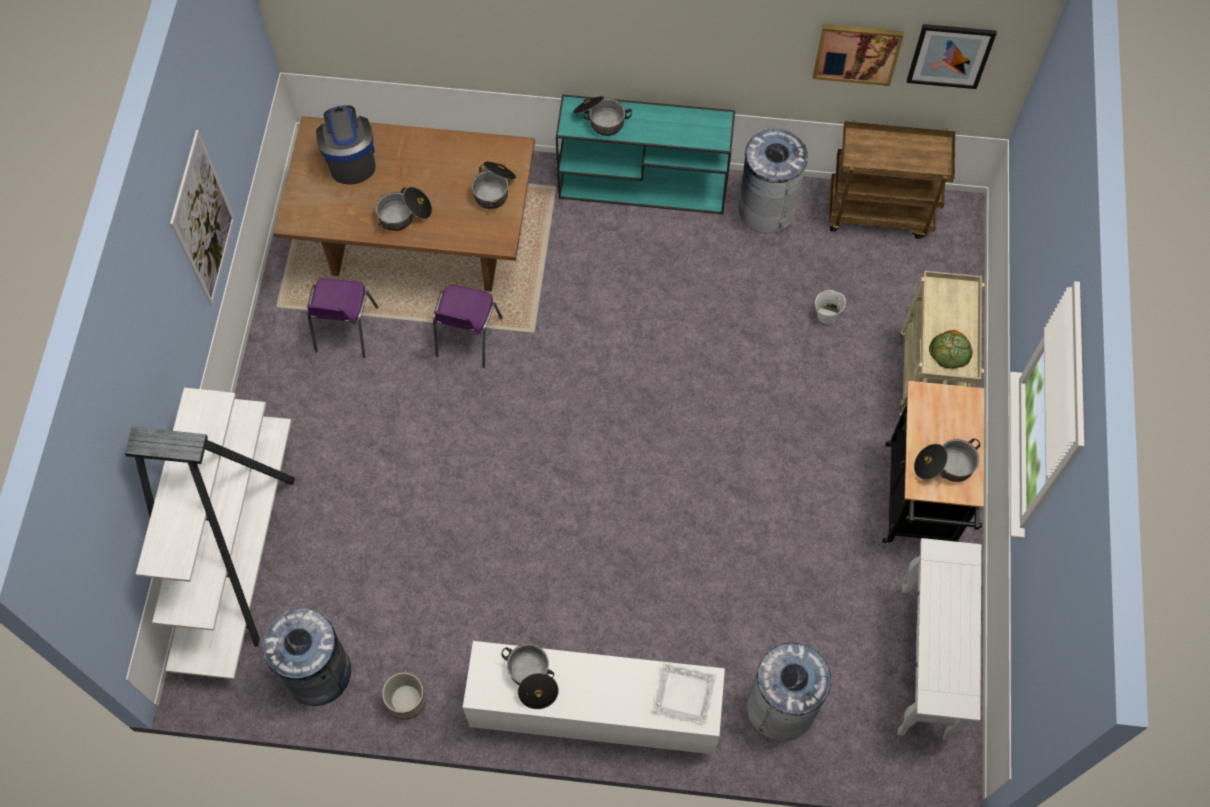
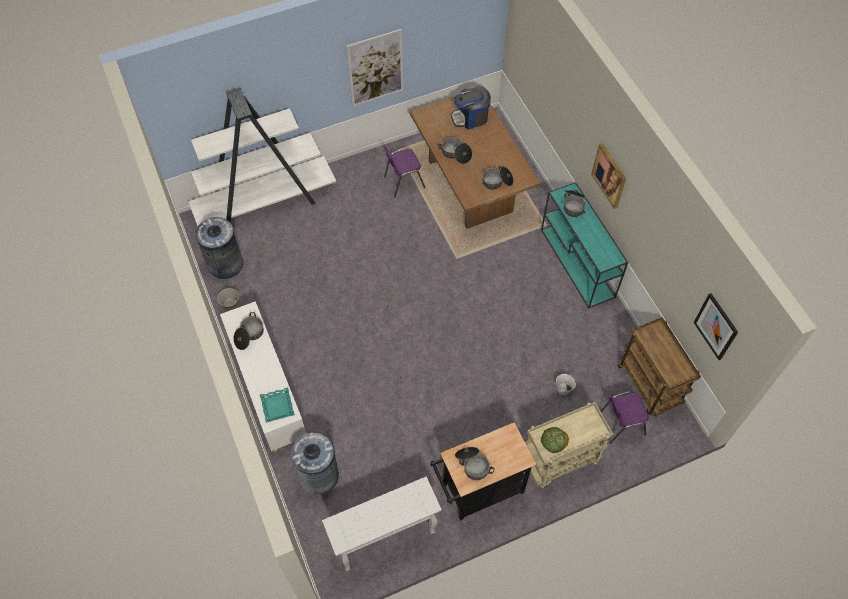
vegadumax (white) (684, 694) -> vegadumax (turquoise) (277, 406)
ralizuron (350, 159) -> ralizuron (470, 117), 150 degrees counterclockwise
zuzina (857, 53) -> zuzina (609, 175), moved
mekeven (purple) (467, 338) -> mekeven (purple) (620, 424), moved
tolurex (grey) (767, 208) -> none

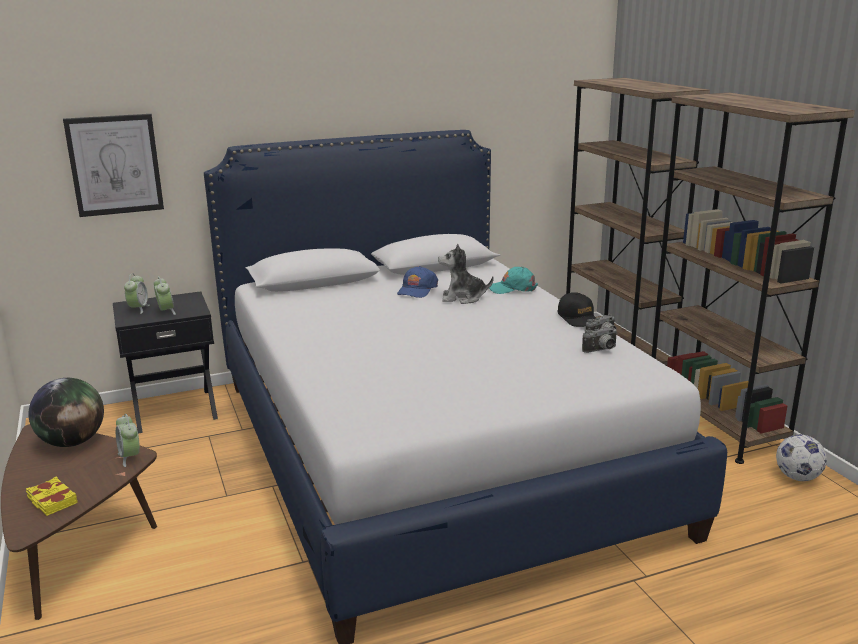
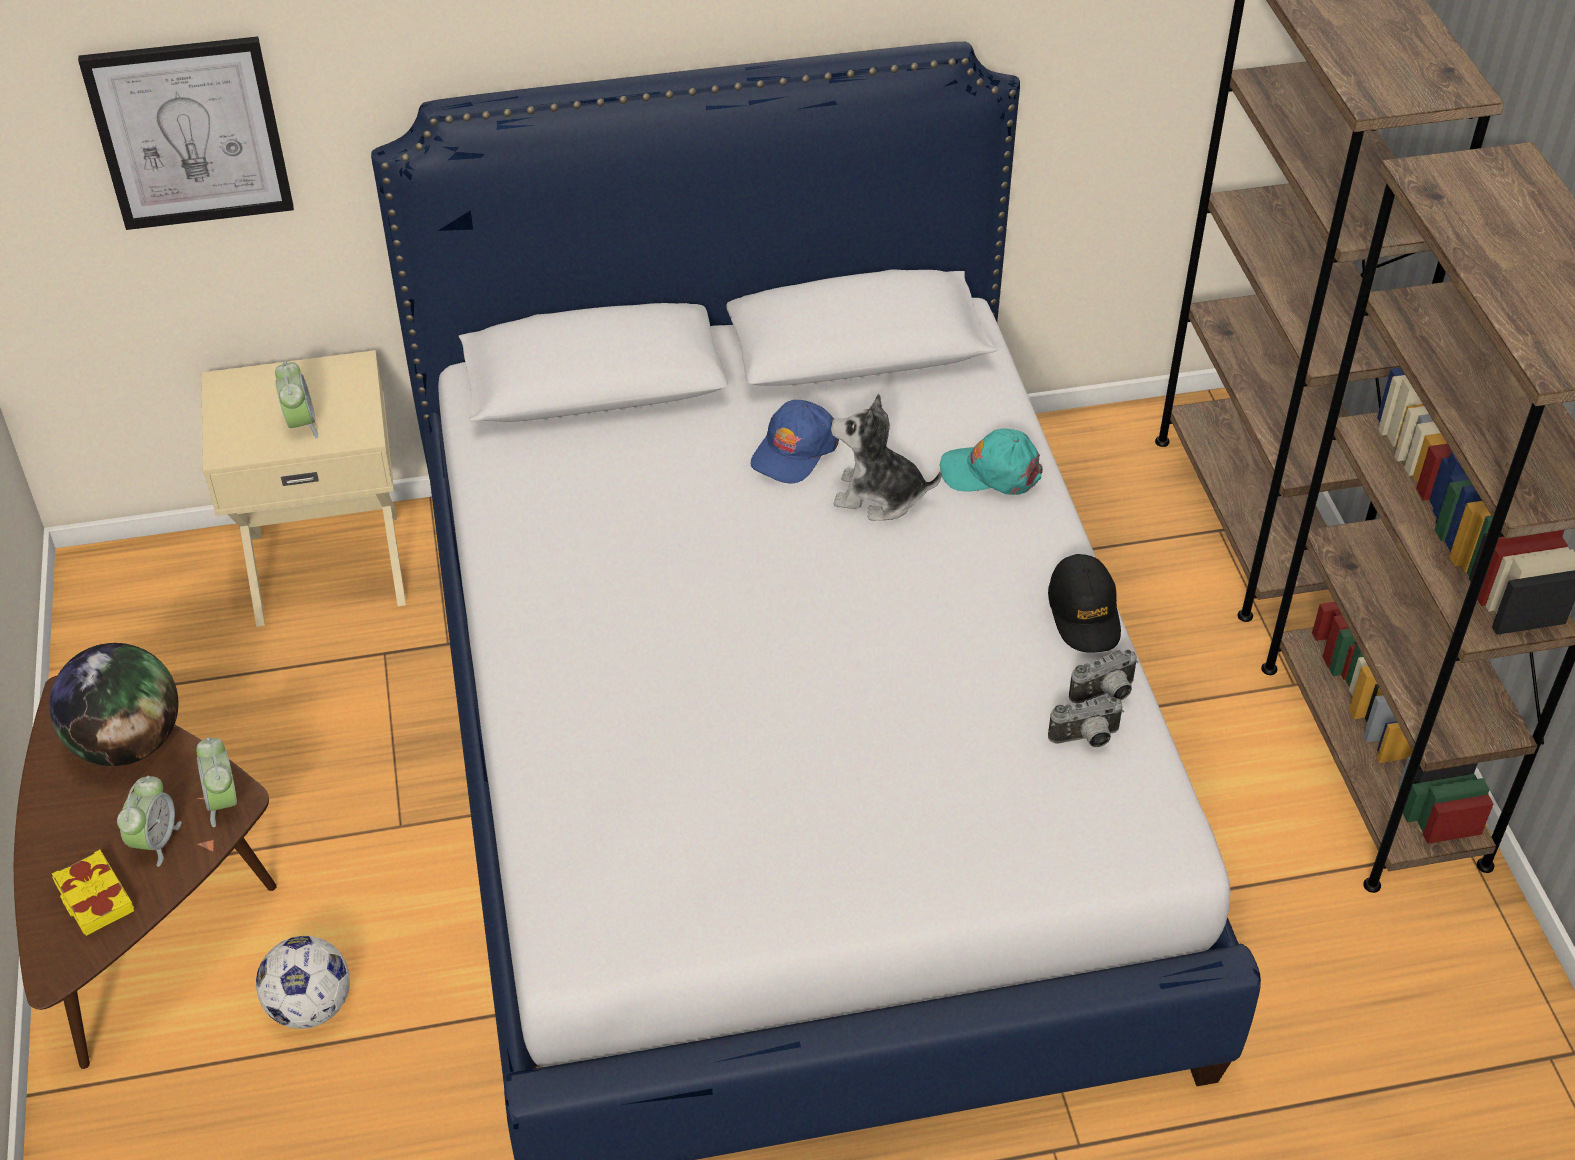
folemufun (138, 309) -> folemufun (155, 841), moved
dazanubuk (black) (174, 410) -> dazanubuk (beige) (327, 564)
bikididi (797, 477) -> bikididi (311, 1006), moved

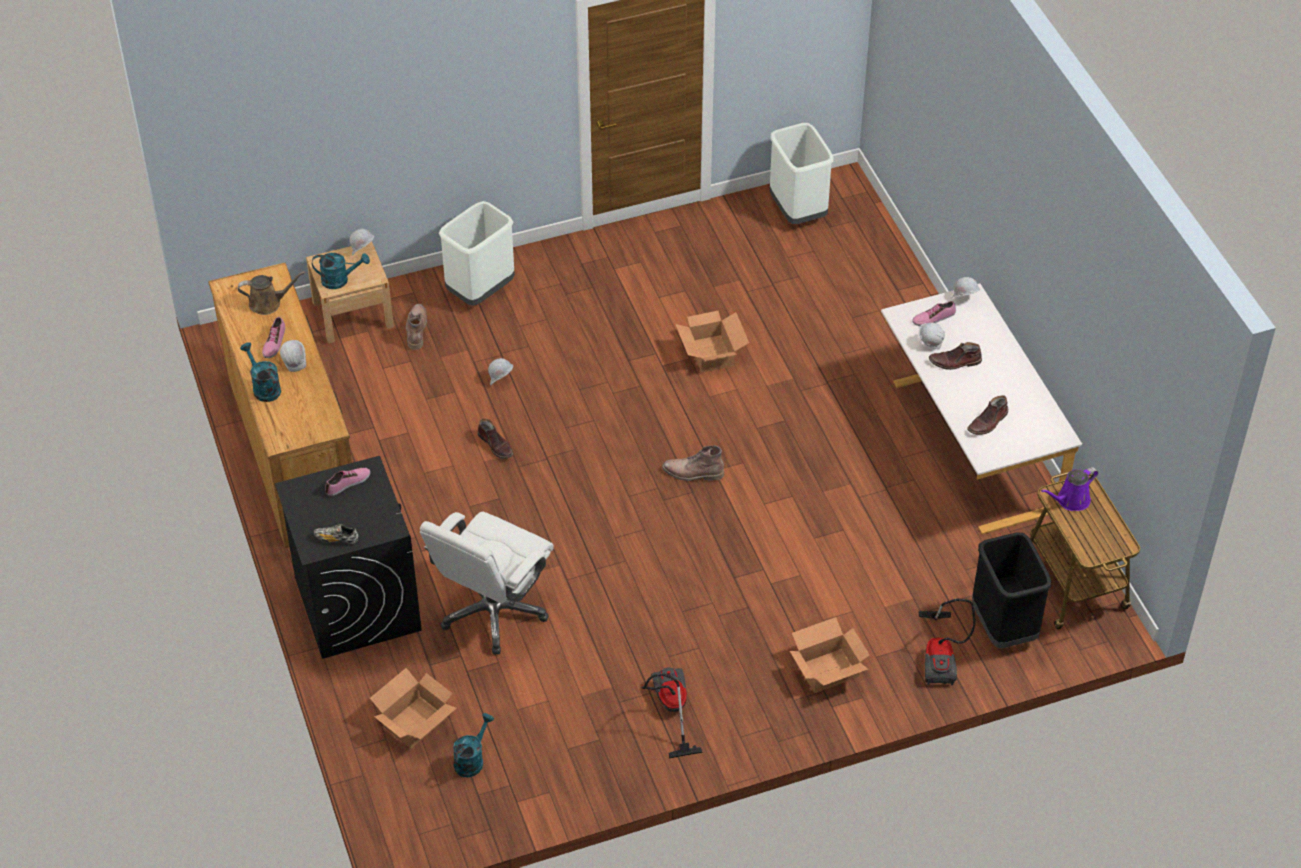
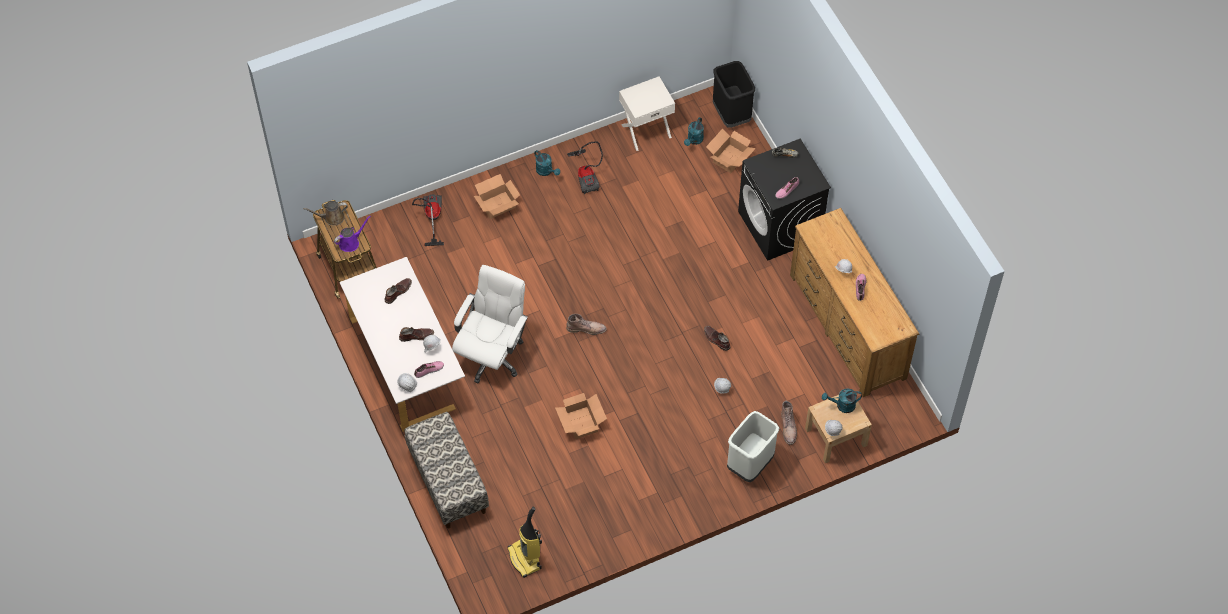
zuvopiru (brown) (268, 303) -> zuvopiru (brown) (332, 218), moved
none -> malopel (447, 481)
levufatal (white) (493, 611) -> levufatal (white) (492, 355), moved
tolurex (white) (797, 211) -> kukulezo (525, 558)
zuvopiru (turquoise) (264, 387) -> zuvopiru (turquoise) (546, 171), moved
none -> dazanubuk (white) (646, 130)
tolurex (black) (1002, 626) -> tolurex (black) (731, 115), moved

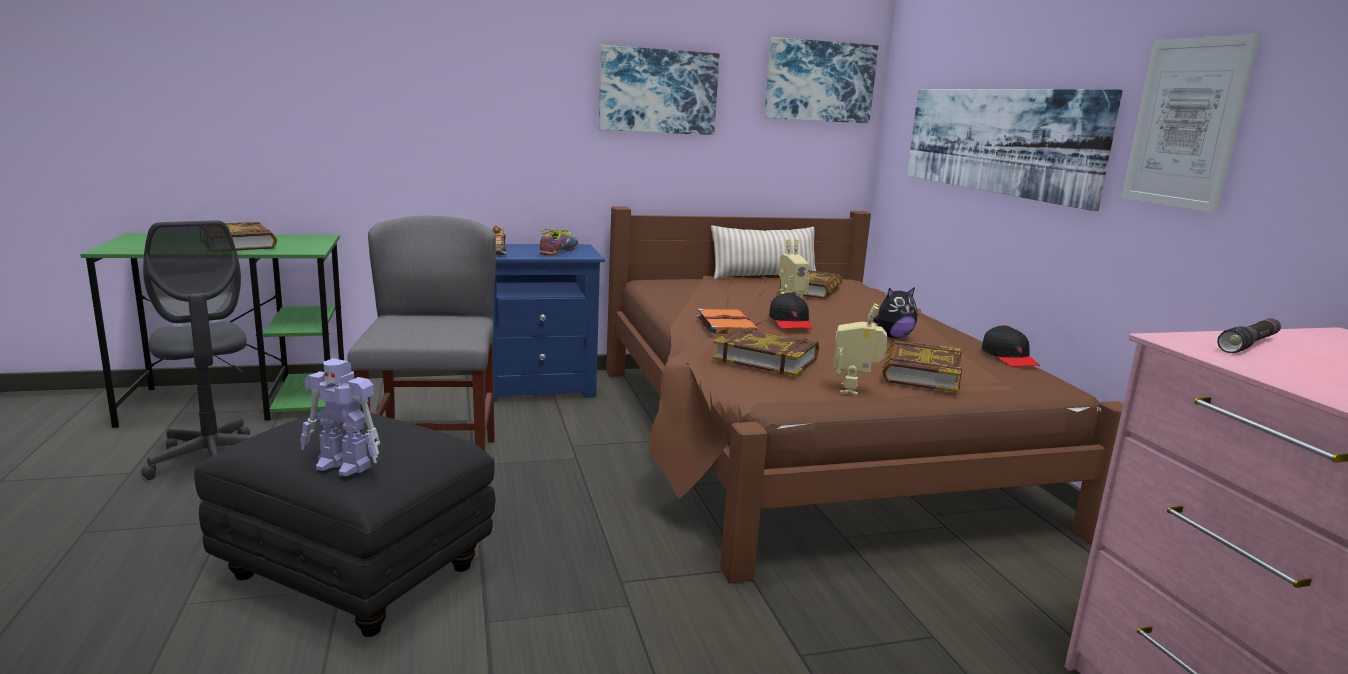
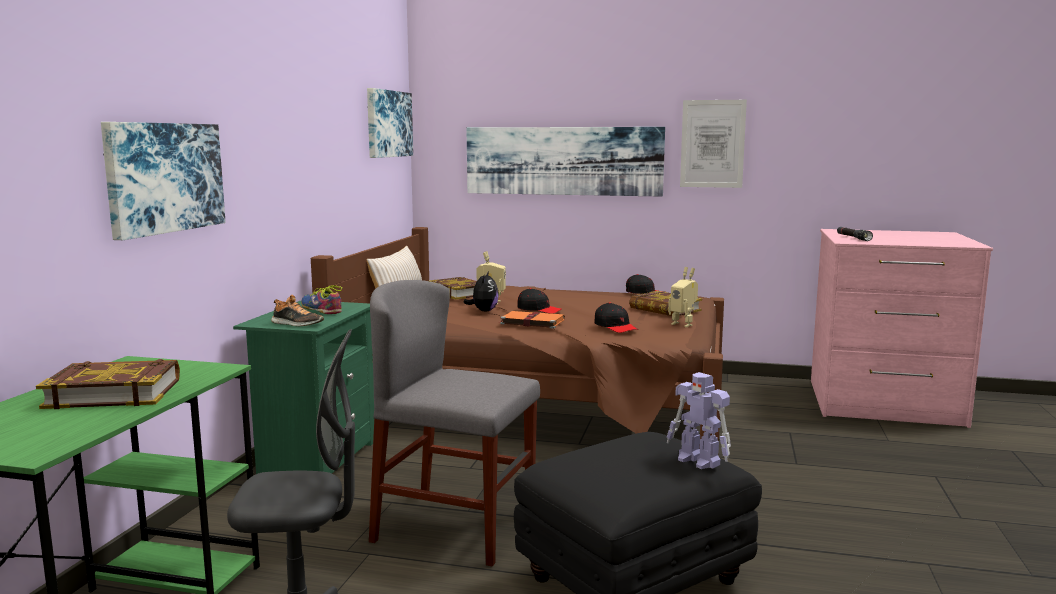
zuzina (658, 91) -> zuzina (164, 177), moved
dazanubuk (blue) (538, 386) -> dazanubuk (green) (316, 458)
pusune (892, 337) -> pusune (483, 311), moved
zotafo (766, 358) -> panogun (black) (615, 327)
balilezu (344, 466) -> balilezu (699, 461), 90 degrees clockwise

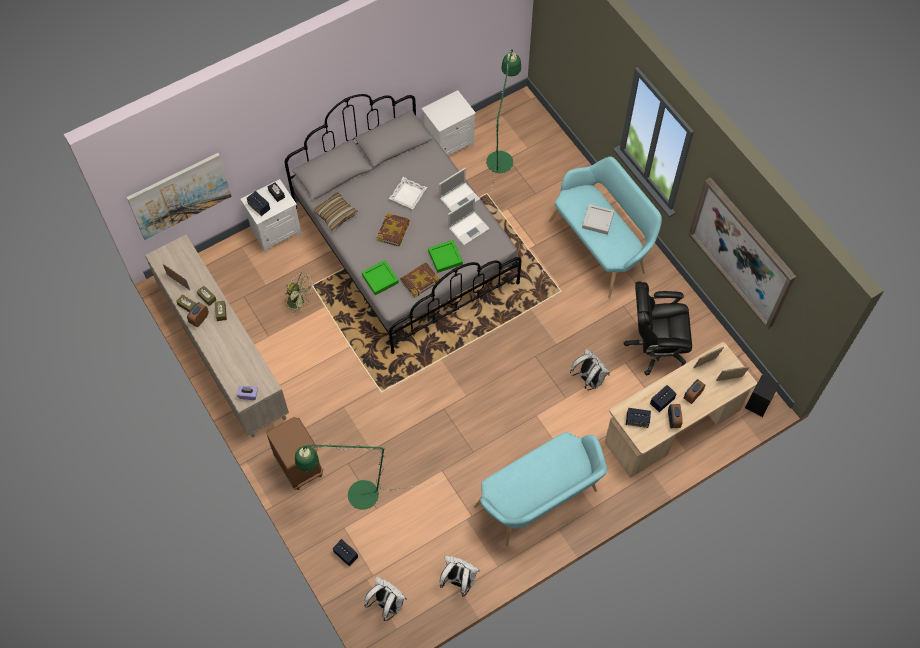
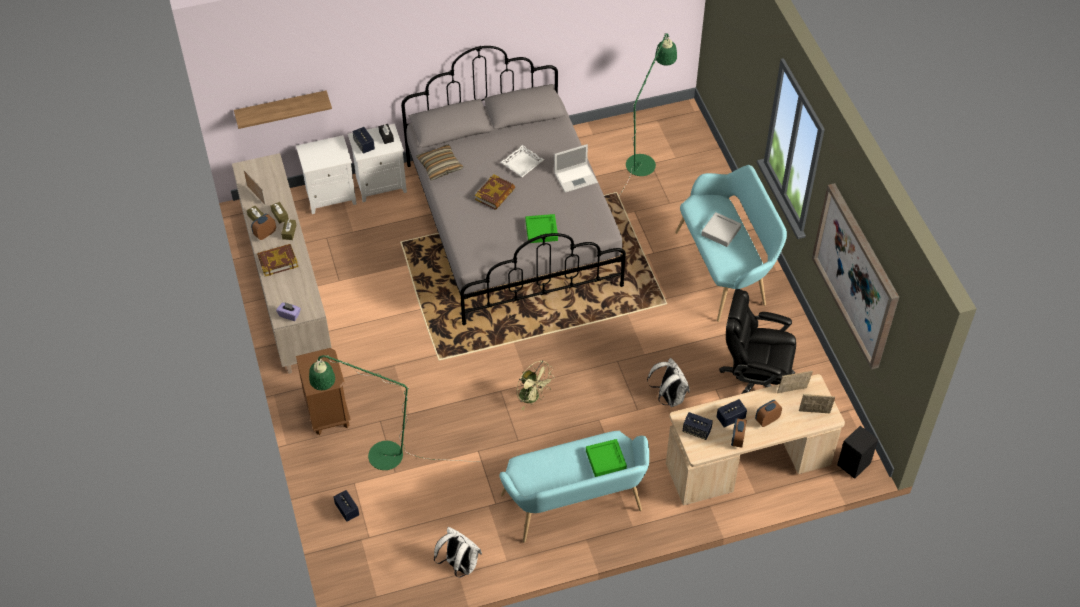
zuzina (180, 195) -> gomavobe (281, 108)
zotafo (420, 280) -> zotafo (278, 261), moved
dazanubuk (white) (449, 143) -> dazanubuk (white) (331, 195), moved
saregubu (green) (299, 303) -> saregubu (green) (533, 397), moved
vegadumax (green) (380, 279) -> vegadumax (green) (605, 460), moved
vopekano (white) (387, 604) -> none
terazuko (469, 228) -> none

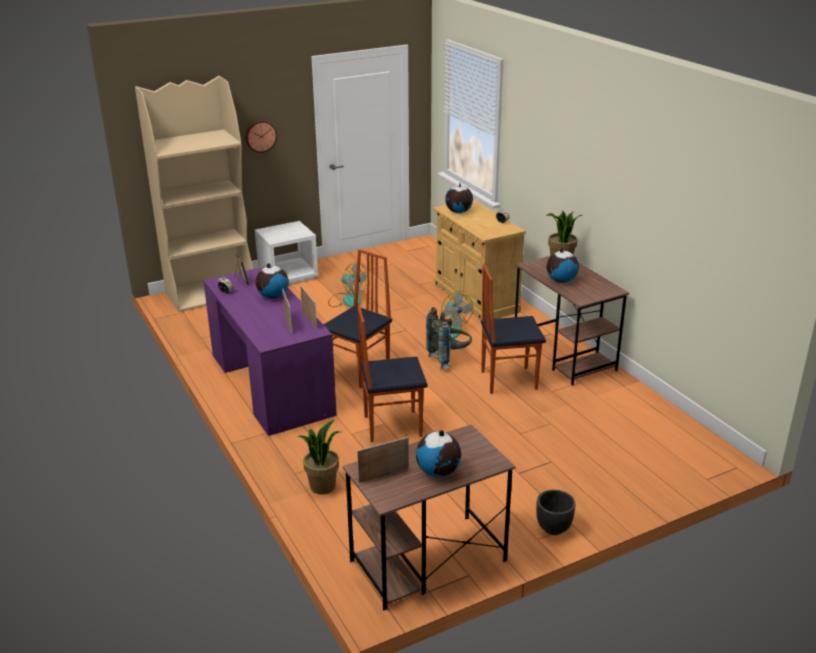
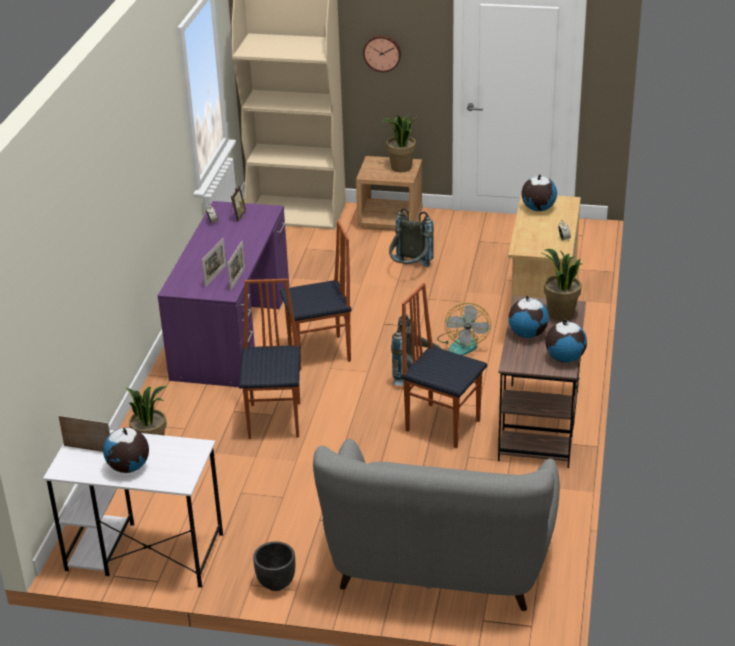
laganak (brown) (427, 561) -> laganak (white) (143, 552)
mekeven (392, 425) -> mekeven (276, 420), 60 degrees clockwise
none -> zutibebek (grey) (438, 564)
dazanubuk (white) (288, 276) -> dazanubuk (brown) (390, 219)
none -> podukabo (401, 168)
saregubu (347, 300) -> vopekano (grey) (409, 270)
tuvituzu (273, 296) -> tuvituzu (564, 358), moved

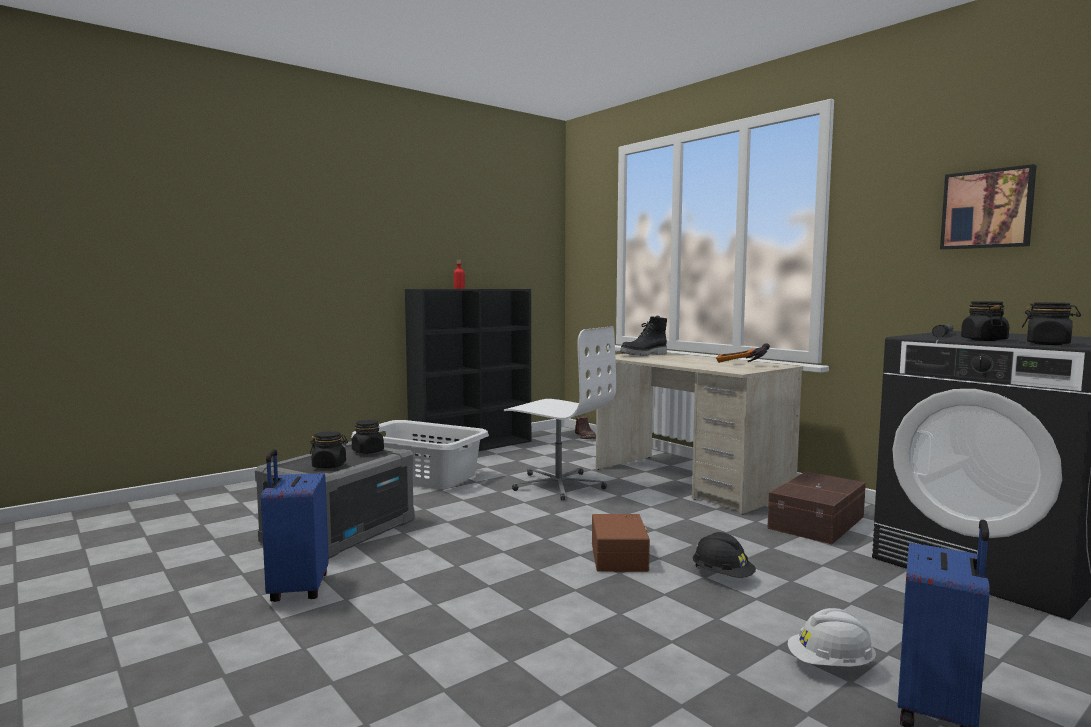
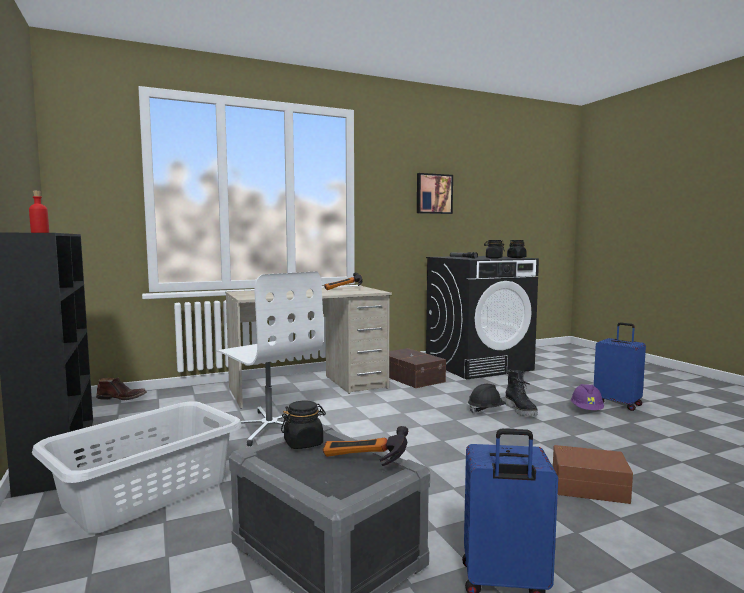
levufatal (white) (558, 485) -> levufatal (white) (269, 427), 90 degrees clockwise
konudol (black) (329, 466) -> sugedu (362, 463)
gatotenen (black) (644, 355) -> gatotenen (black) (521, 410), moved
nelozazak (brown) (621, 556) -> nelozazak (brown) (588, 486), moved
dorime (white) (830, 665) -> dorime (purple) (587, 410)

